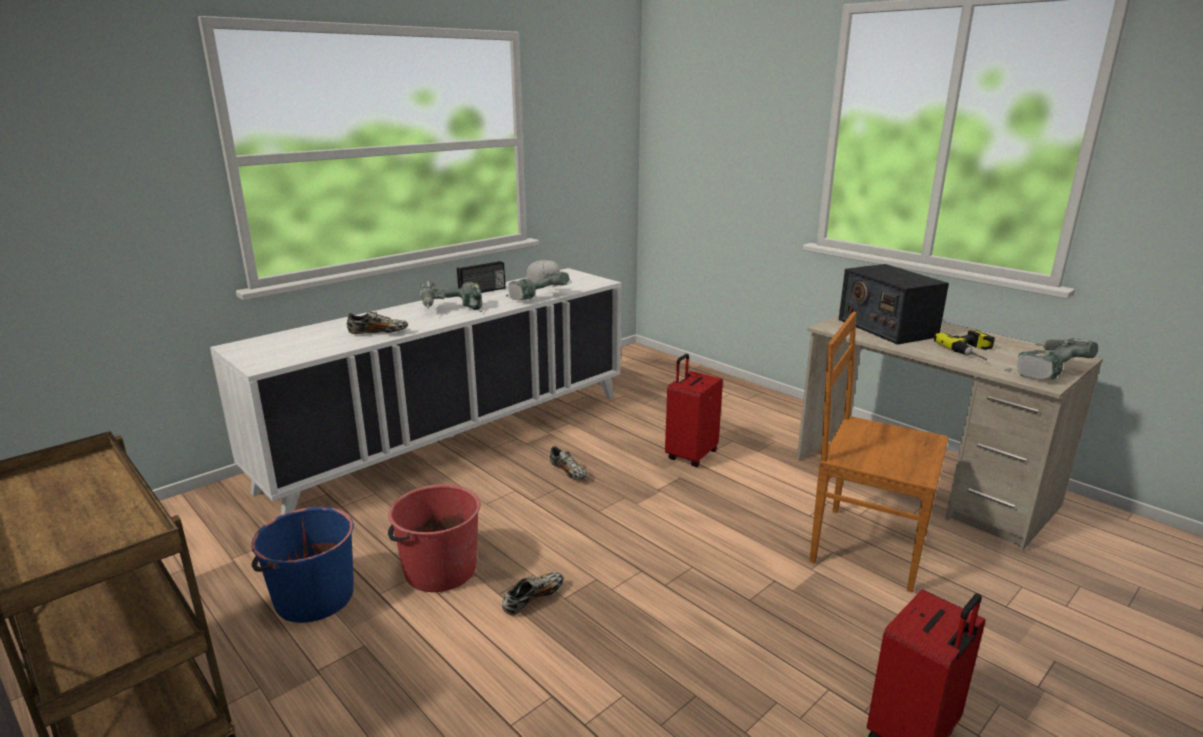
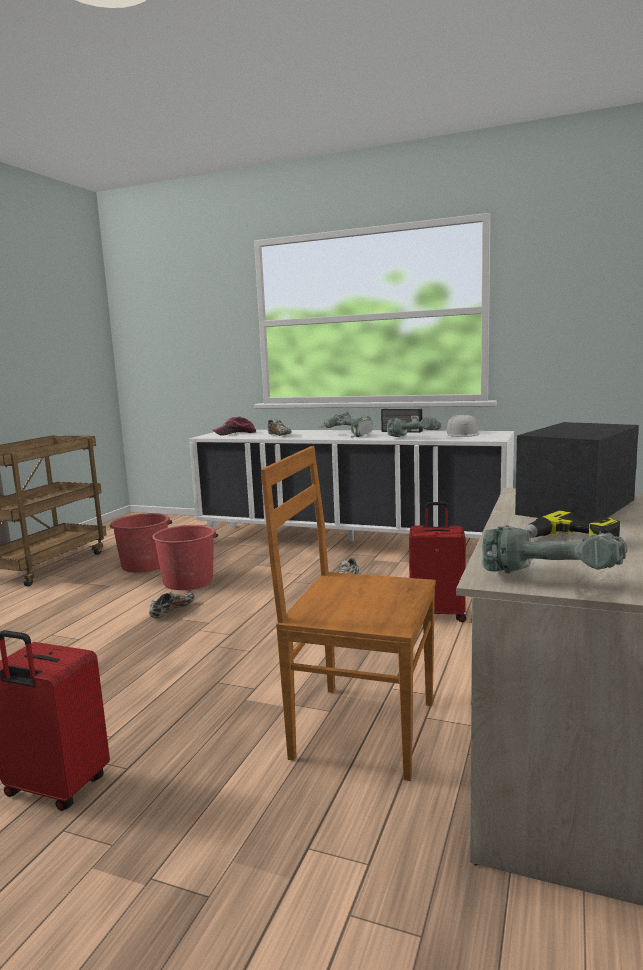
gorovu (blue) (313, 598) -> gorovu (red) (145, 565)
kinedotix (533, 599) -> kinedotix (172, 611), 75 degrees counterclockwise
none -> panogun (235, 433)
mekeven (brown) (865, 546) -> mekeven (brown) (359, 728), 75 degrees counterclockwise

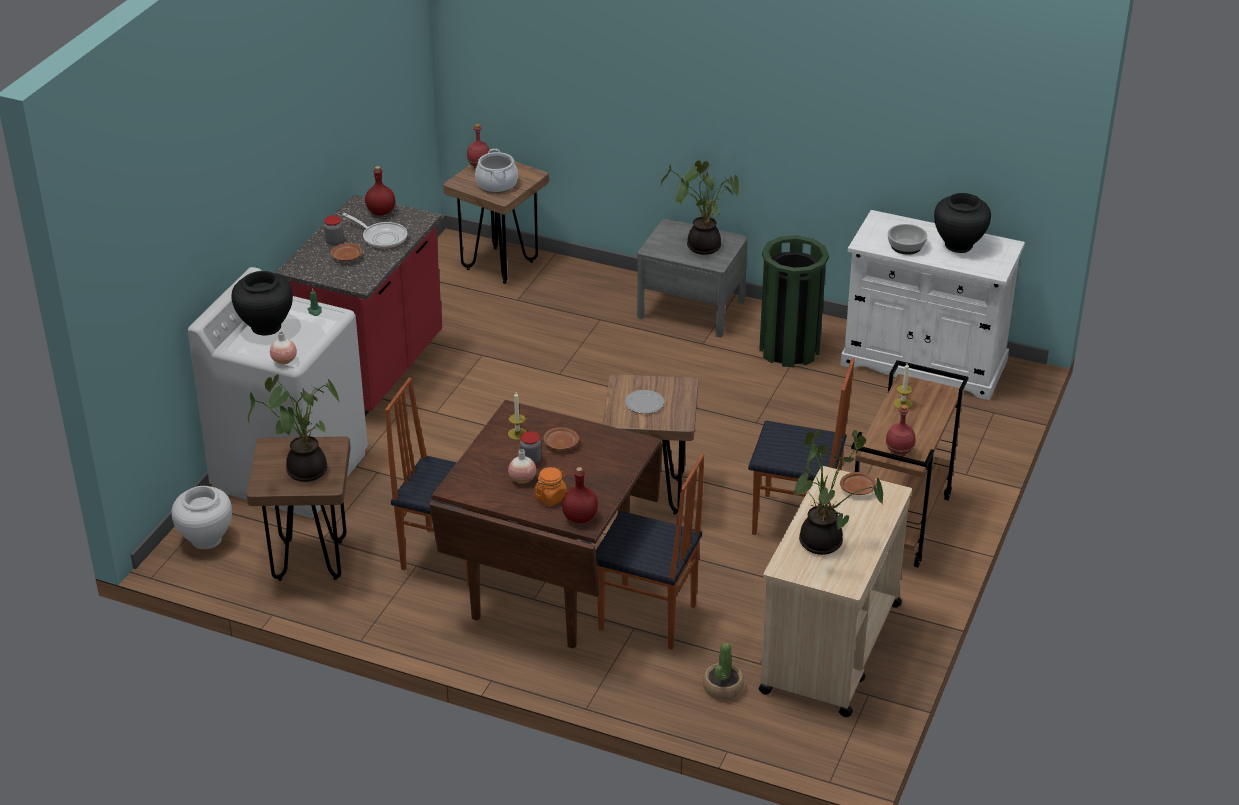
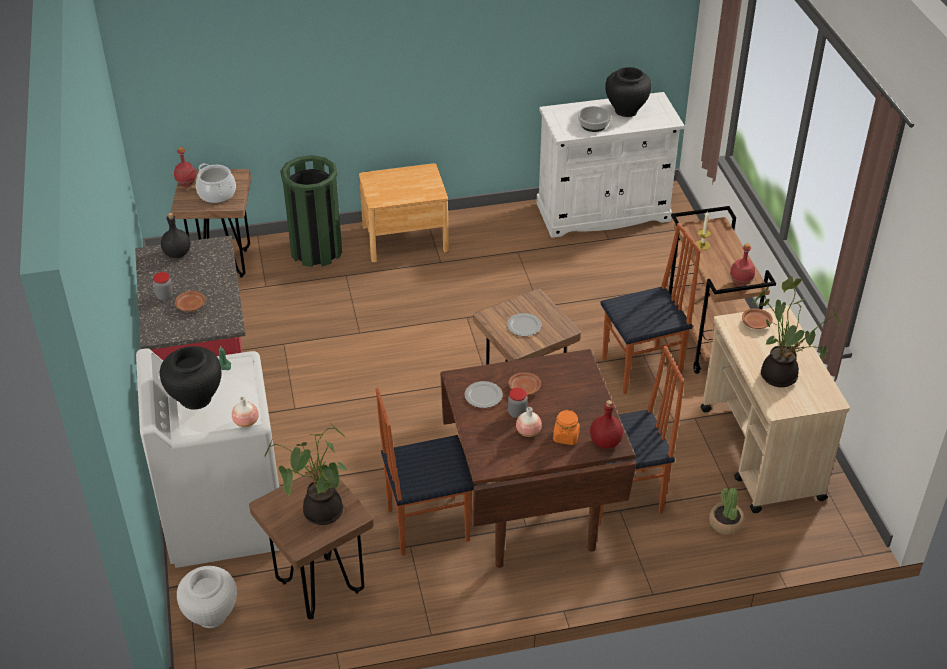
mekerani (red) (381, 212) -> mekerani (black) (178, 254)
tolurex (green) (789, 349) -> tolurex (green) (316, 251), moved
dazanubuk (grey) (691, 309) -> dazanubuk (brown) (405, 238)
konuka (517, 434) -> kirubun (483, 395)
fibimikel (382, 237) -> none
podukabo (702, 245) -> none

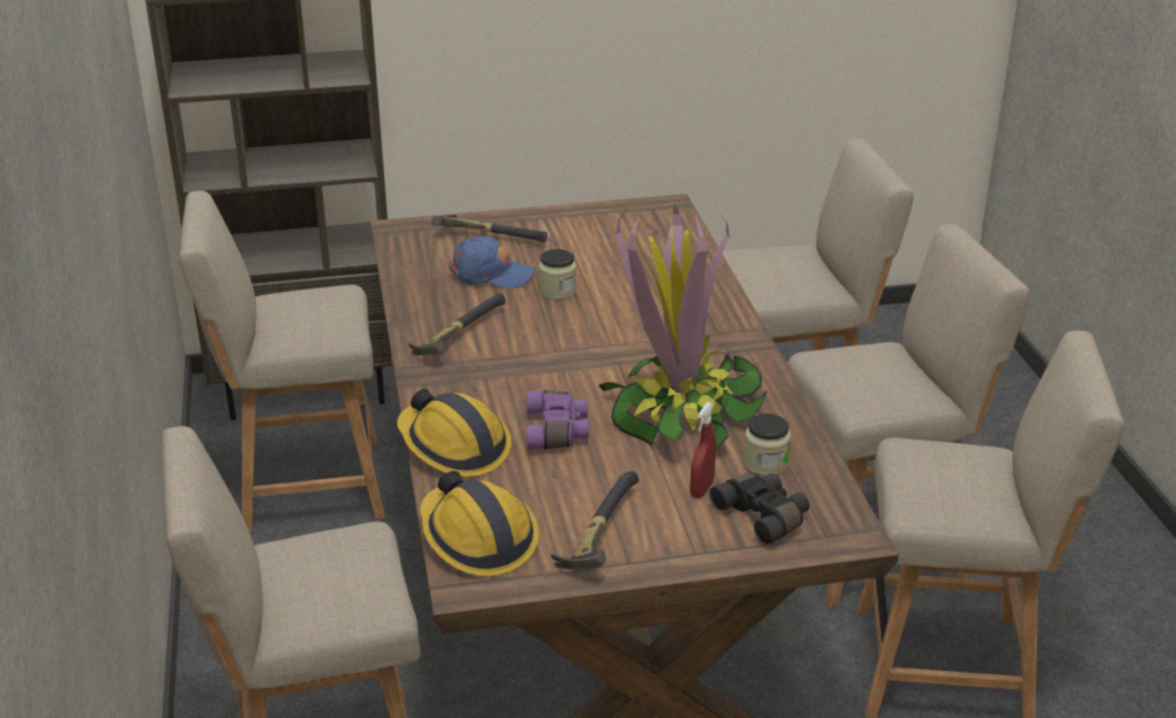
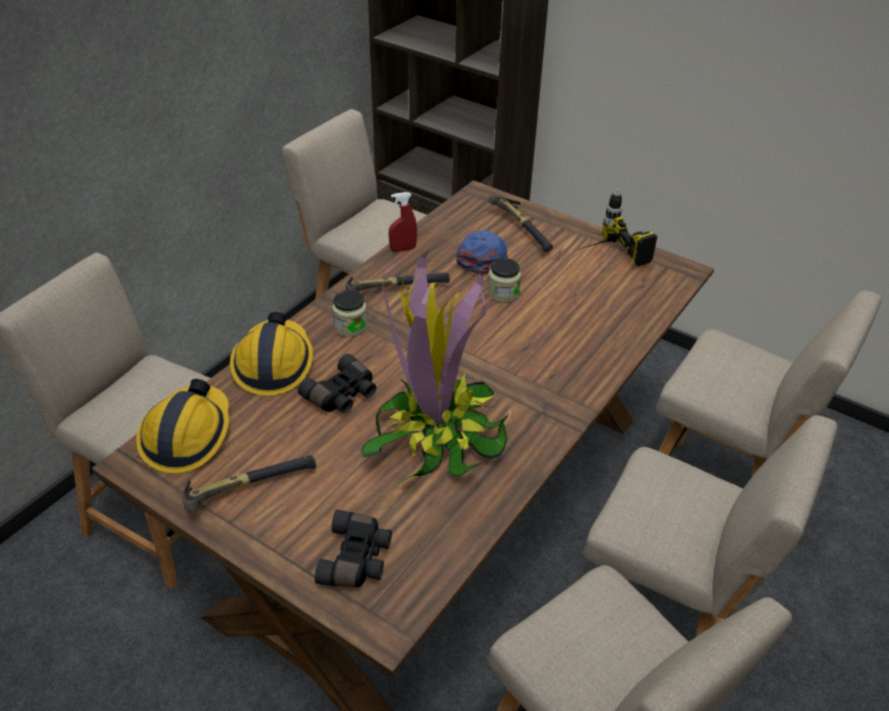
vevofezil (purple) (558, 431) -> vevofezil (black) (343, 395)
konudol (765, 463) -> konudol (350, 326), moved
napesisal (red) (701, 489) -> napesisal (red) (403, 249), moved
panogun (blue) (491, 274) -> panogun (blue) (483, 256), 135 degrees counterclockwise
none -> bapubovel (604, 257)

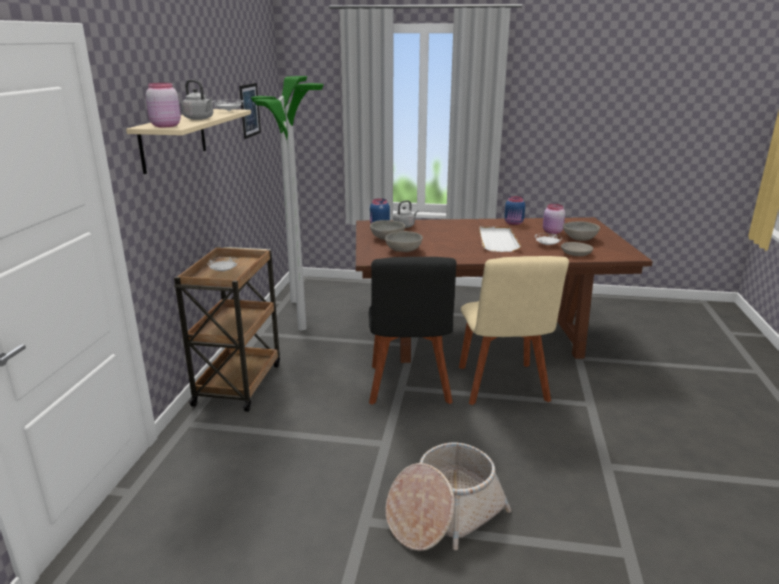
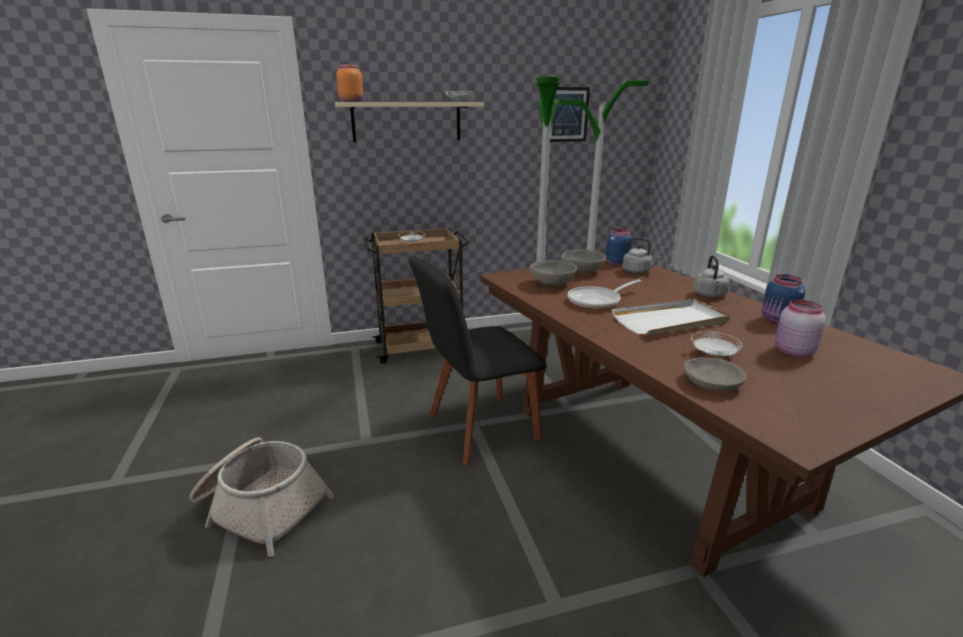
konudol (pink) (165, 126) -> konudol (orange) (351, 101)
none -> fibimikel (597, 301)
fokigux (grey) (200, 119) -> fokigux (grey) (709, 295), moved
mekeven (beige) (503, 386) -> none
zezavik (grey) (579, 239) -> none

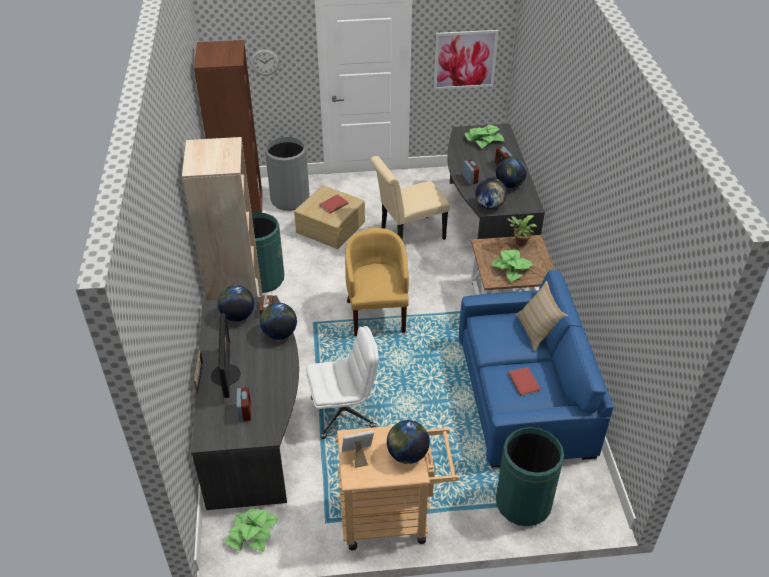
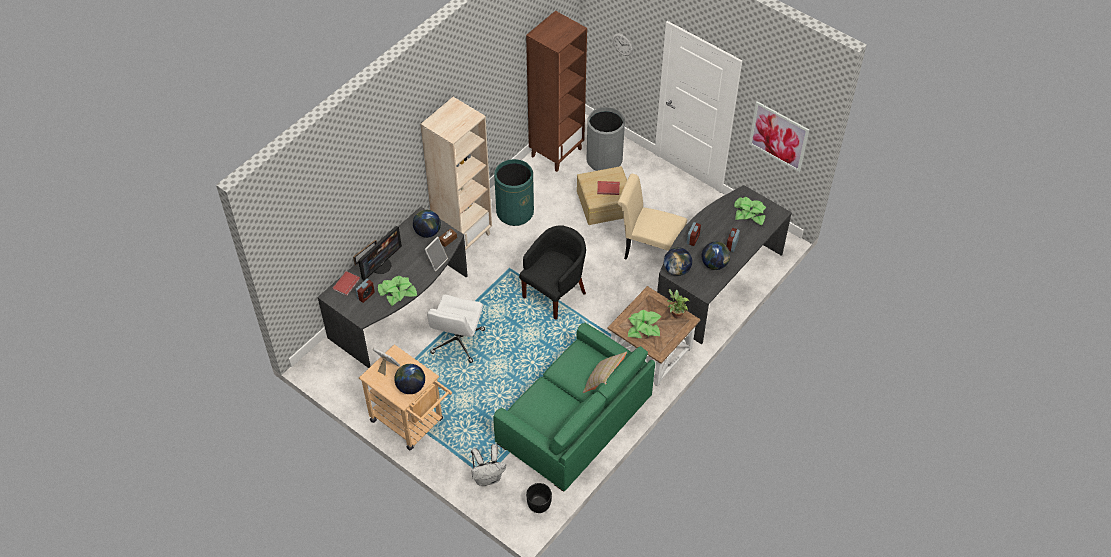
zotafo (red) (525, 382) -> zotafo (red) (347, 284), moved
podukabo (252, 533) -> podukabo (397, 292), moved
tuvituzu (279, 333) -> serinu (436, 261)
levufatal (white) (344, 412) -> levufatal (white) (457, 342), 75 degrees clockwise
tolurex (green) (523, 503) -> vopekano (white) (488, 477)
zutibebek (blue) (525, 395) -> zutibebek (green) (574, 420)
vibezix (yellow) (377, 313) -> vibezix (black) (555, 293)
none -> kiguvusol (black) (539, 504)

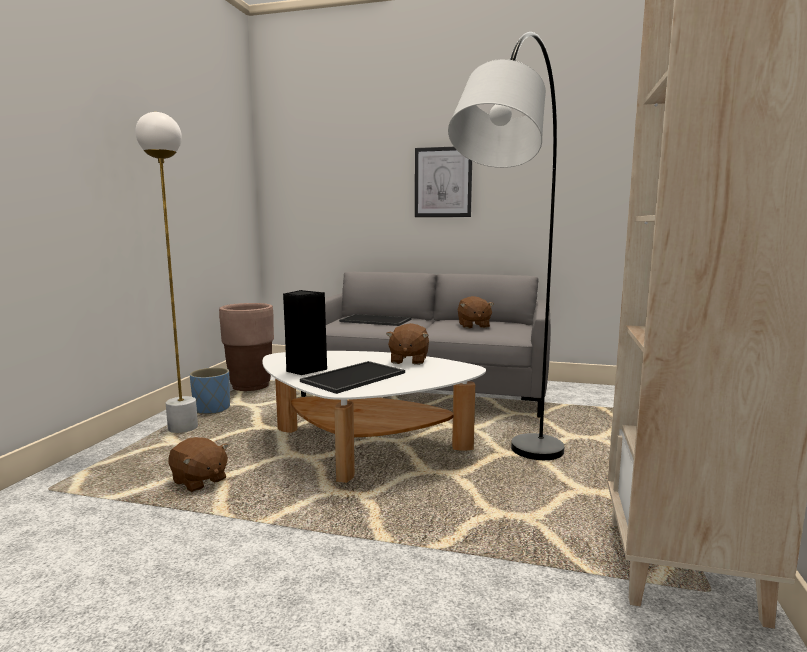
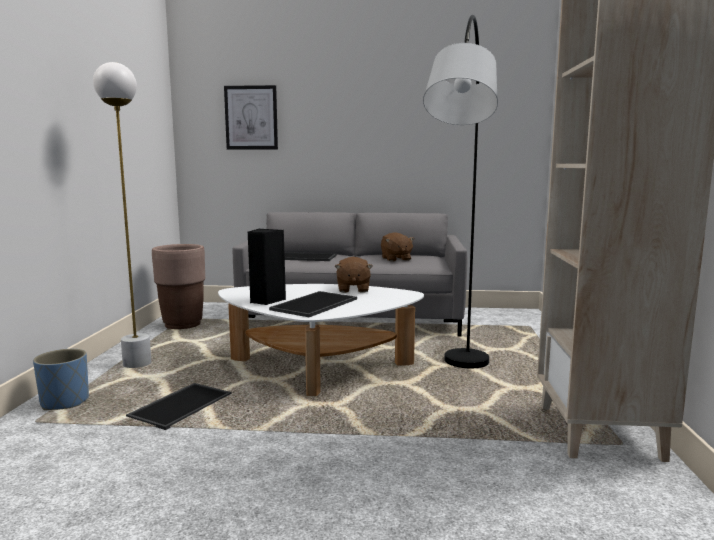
kiguvusol (blue) (212, 409) -> kiguvusol (blue) (65, 402), moved
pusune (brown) (199, 481) -> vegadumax (180, 405)
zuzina (443, 182) -> zuzina (251, 118), moved

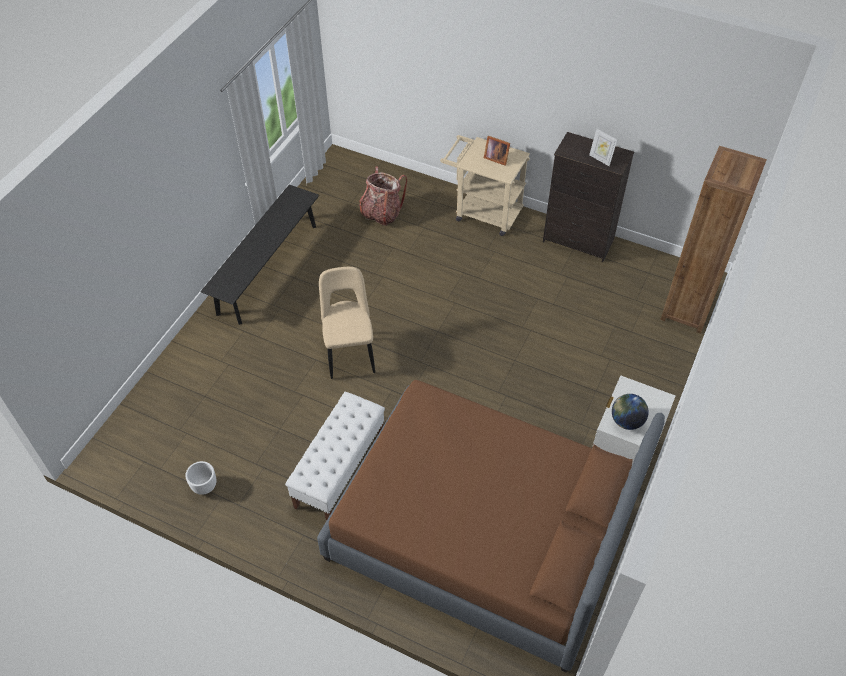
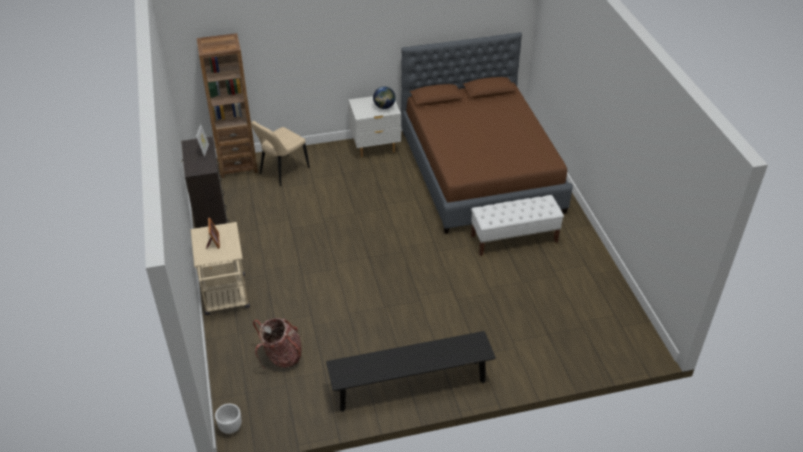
kiguvusol (white) (205, 486) -> kiguvusol (white) (230, 428), moved
mekeven (beige) (349, 351) -> mekeven (beige) (282, 172), moved

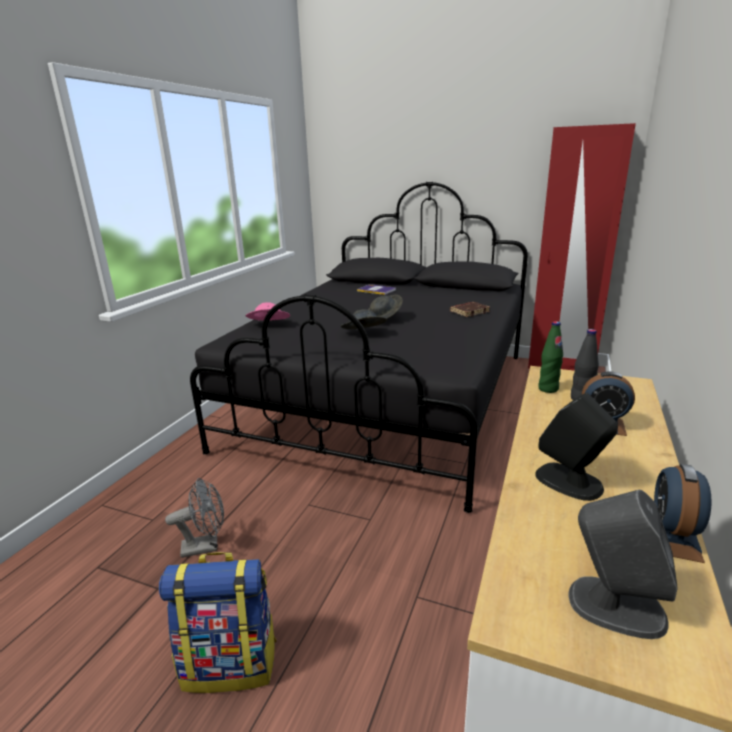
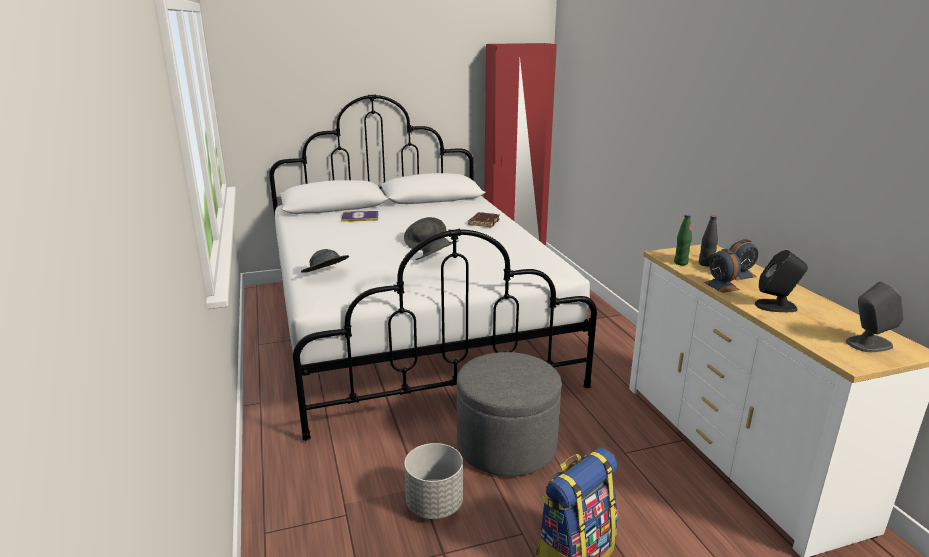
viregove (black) (388, 398) -> viregove (white) (411, 327)
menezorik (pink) (268, 325) -> menezorik (grey) (326, 275)
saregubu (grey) (206, 546) -> kiguvusol (grey) (434, 505)
none -> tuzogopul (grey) (506, 445)
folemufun (671, 537) -> folemufun (721, 286), moved

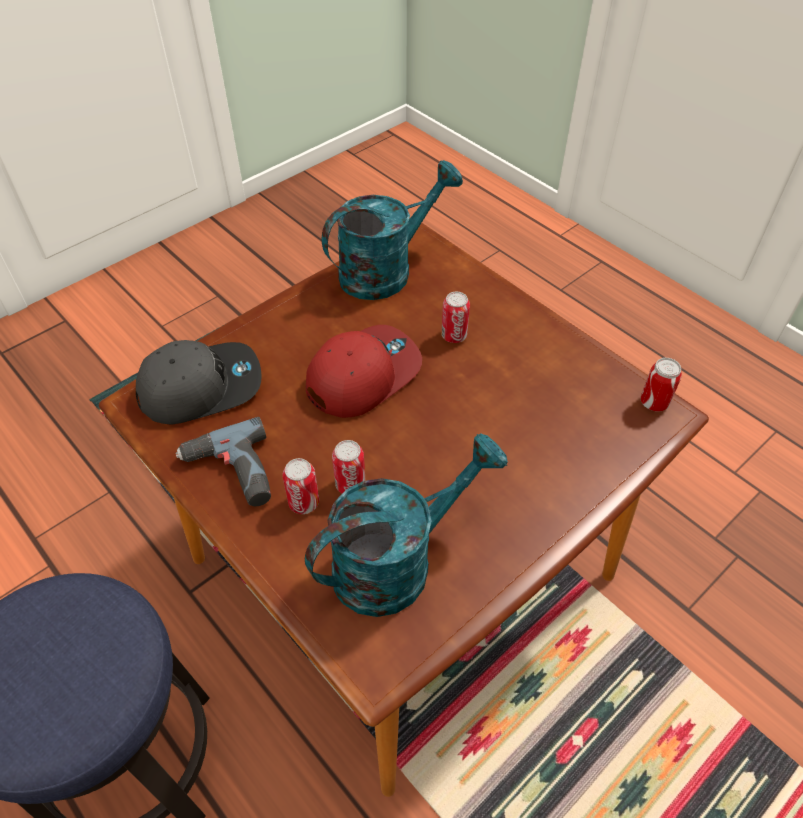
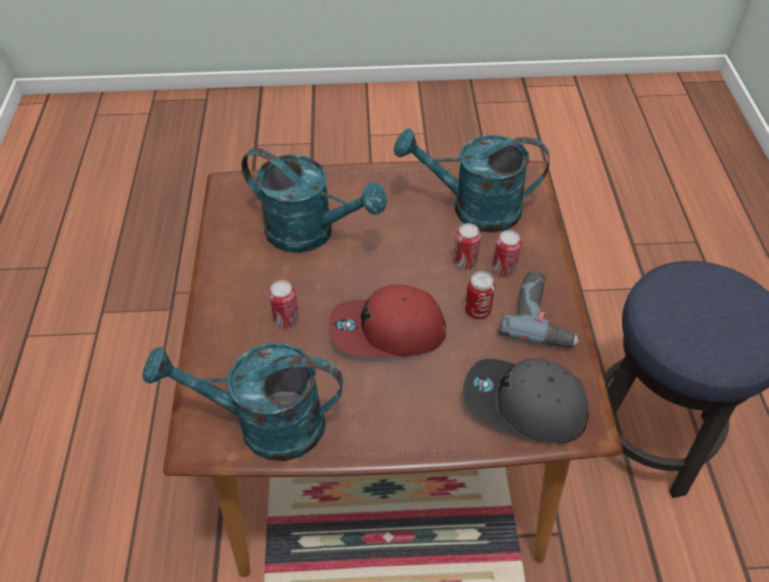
none -> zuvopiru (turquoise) (311, 233)
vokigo (654, 403) -> vokigo (477, 311), moved

